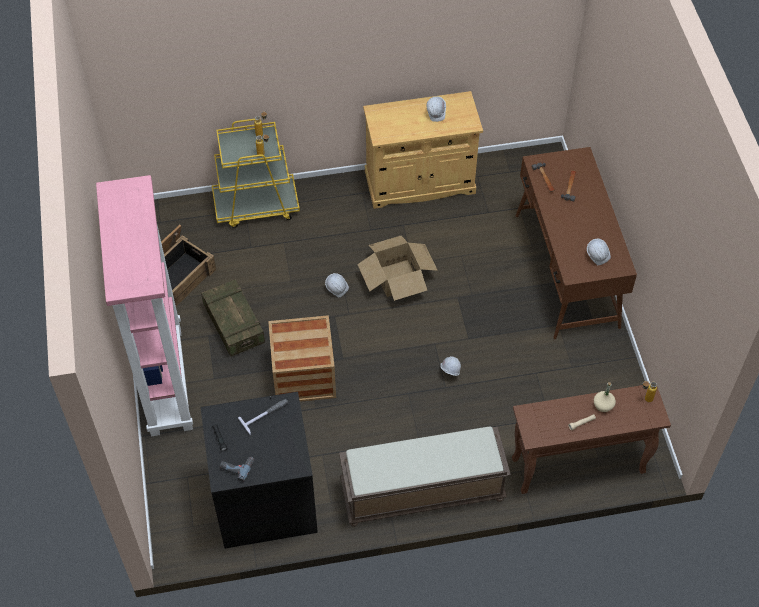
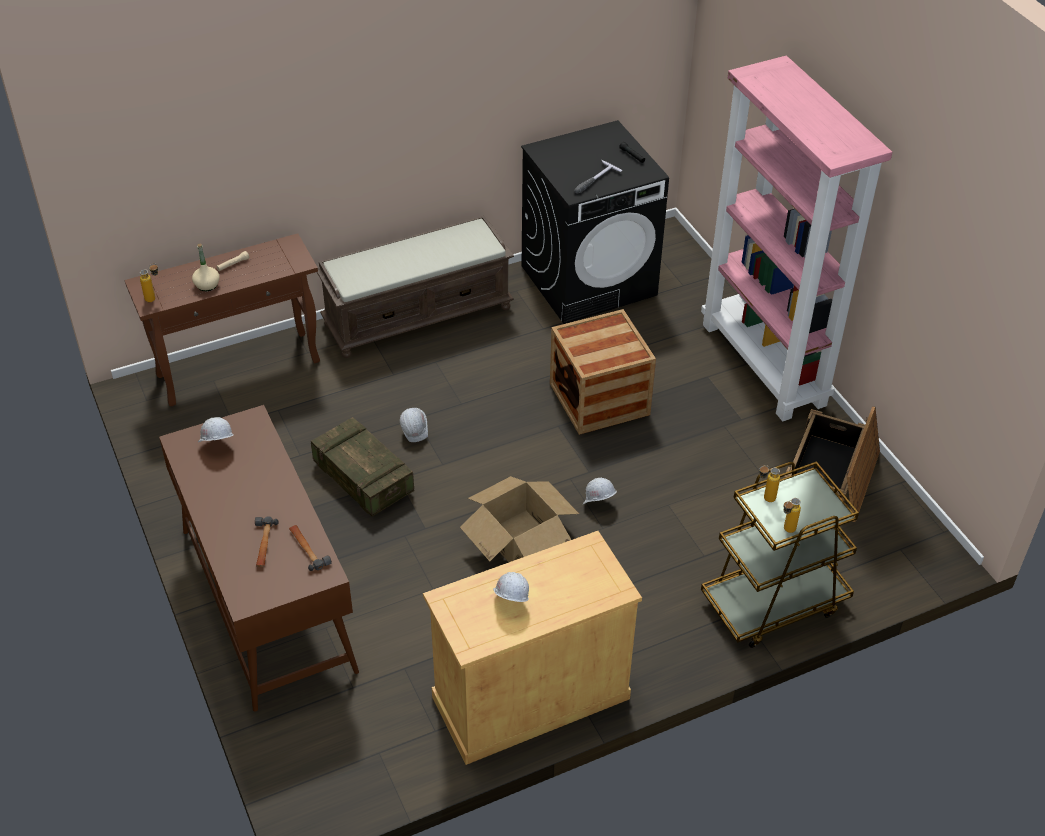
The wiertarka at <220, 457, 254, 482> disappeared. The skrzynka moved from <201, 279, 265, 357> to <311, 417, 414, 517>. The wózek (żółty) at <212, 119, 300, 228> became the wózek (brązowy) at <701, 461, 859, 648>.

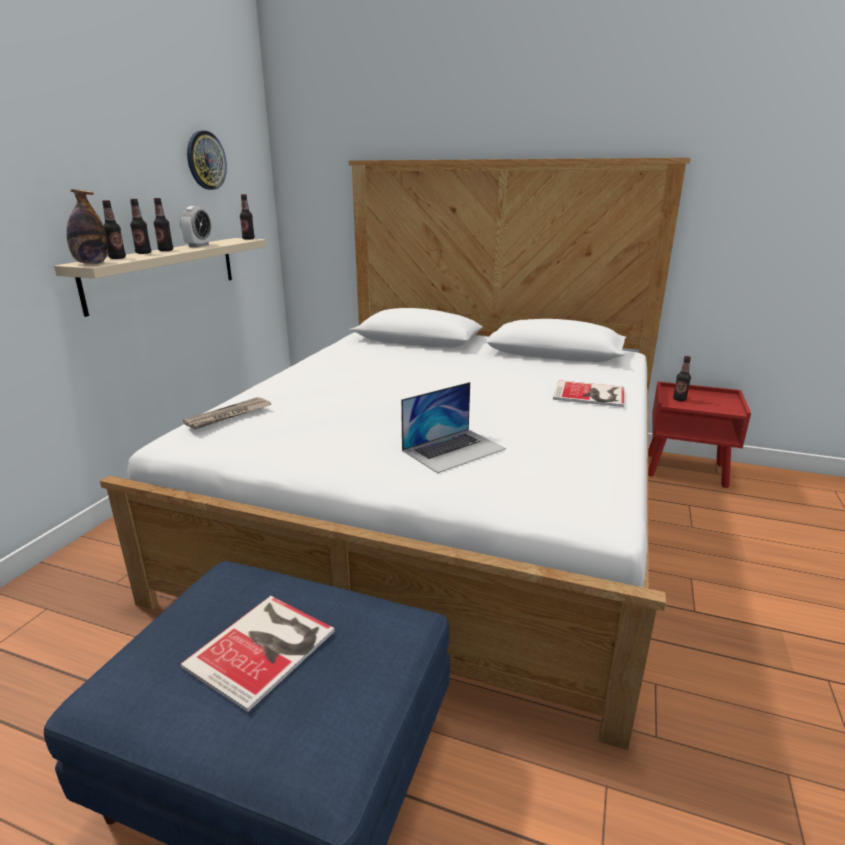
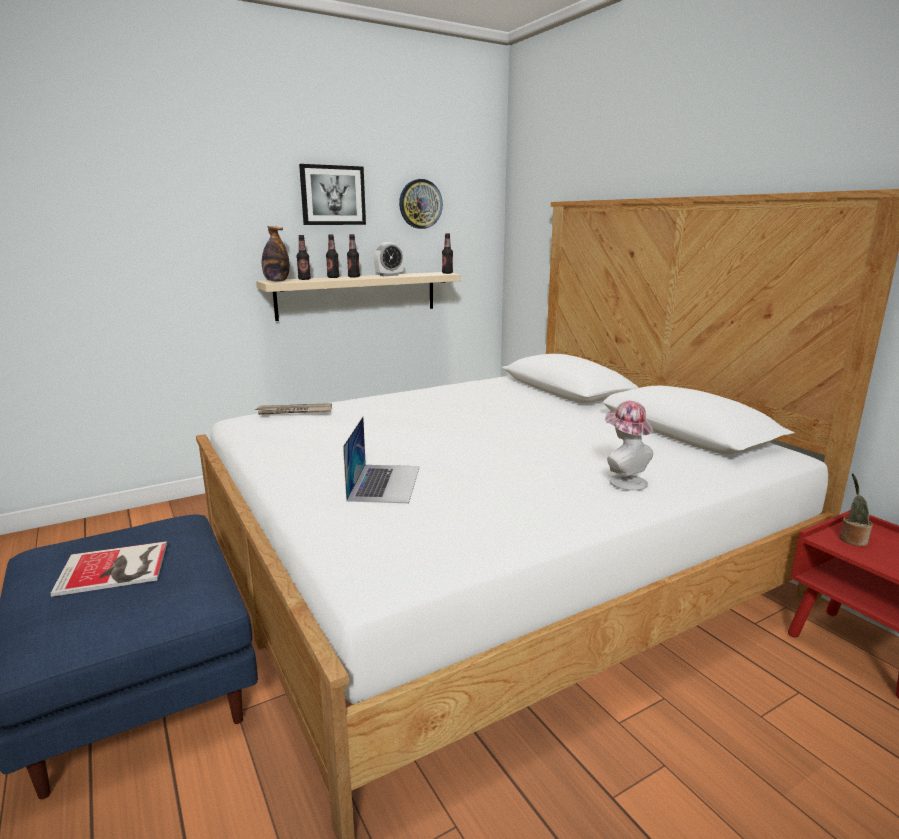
The obraz at <299, 164, 366, 225> appeared. The książka at <553, 380, 624, 407> was replaced by the kapelusz at <605, 401, 653, 491>. The butelka at <673, 356, 691, 401> was replaced by the roślina doniczkowa at <840, 473, 872, 546>. The laptop at <401, 382, 506, 473> turned 90 degrees counterclockwise.

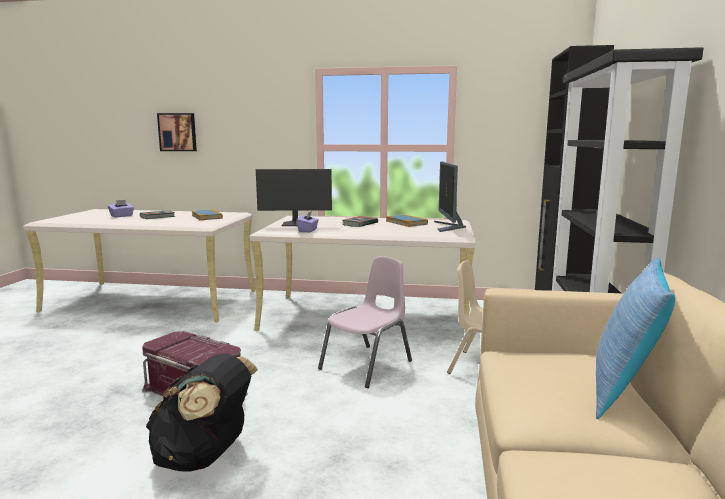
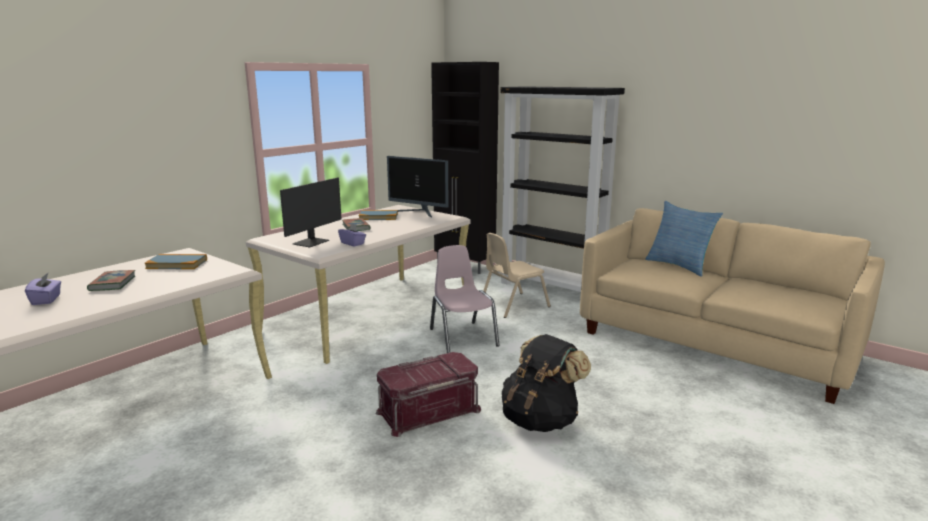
The obraz at <157, 113, 197, 151> disappeared.

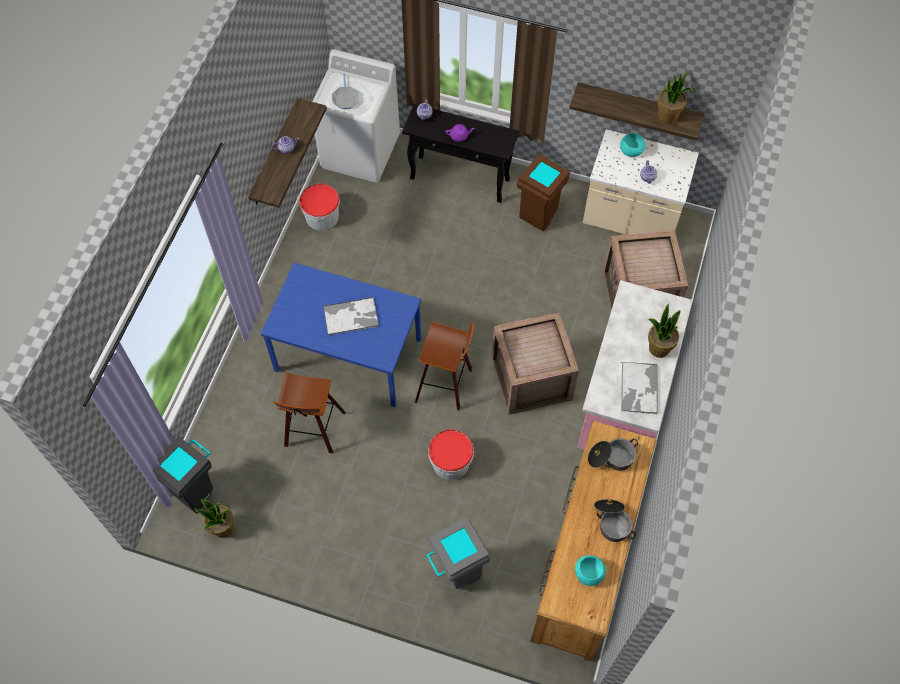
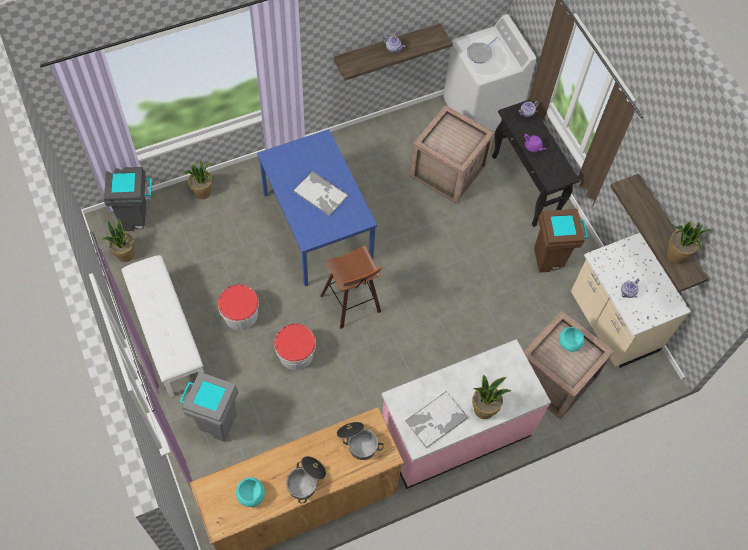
The stołek at <273, 373, 346, 454> disappeared. The ławka (biały) at <122, 255, 204, 397> appeared. The roślina doniczkowa at <183, 161, 213, 199> appeared. The wiadro moved from <300, 183, 340, 230> to <218, 284, 259, 330>. The skrzynka moved from <492, 312, 579, 414> to <410, 105, 495, 204>. The miska (turkusowy) moved from <620, 133, 645, 157> to <559, 327, 584, 352>.

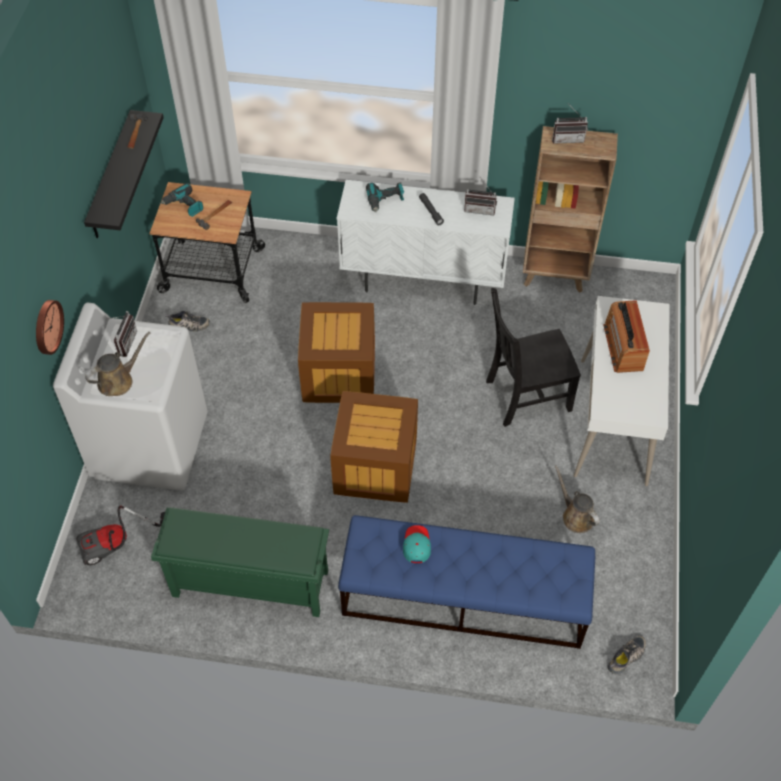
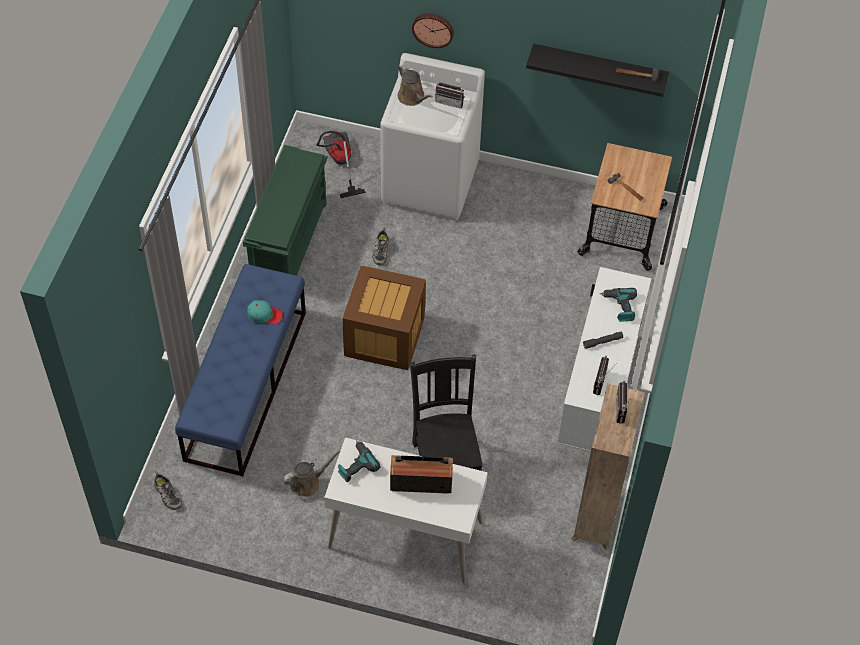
The skrzynka at <298, 302, 375, 403> disappeared. The wiertarka moved from <160, 183, 203, 217> to <338, 440, 381, 482>. The but moved from <165, 311, 210, 332> to <373, 227, 389, 266>.

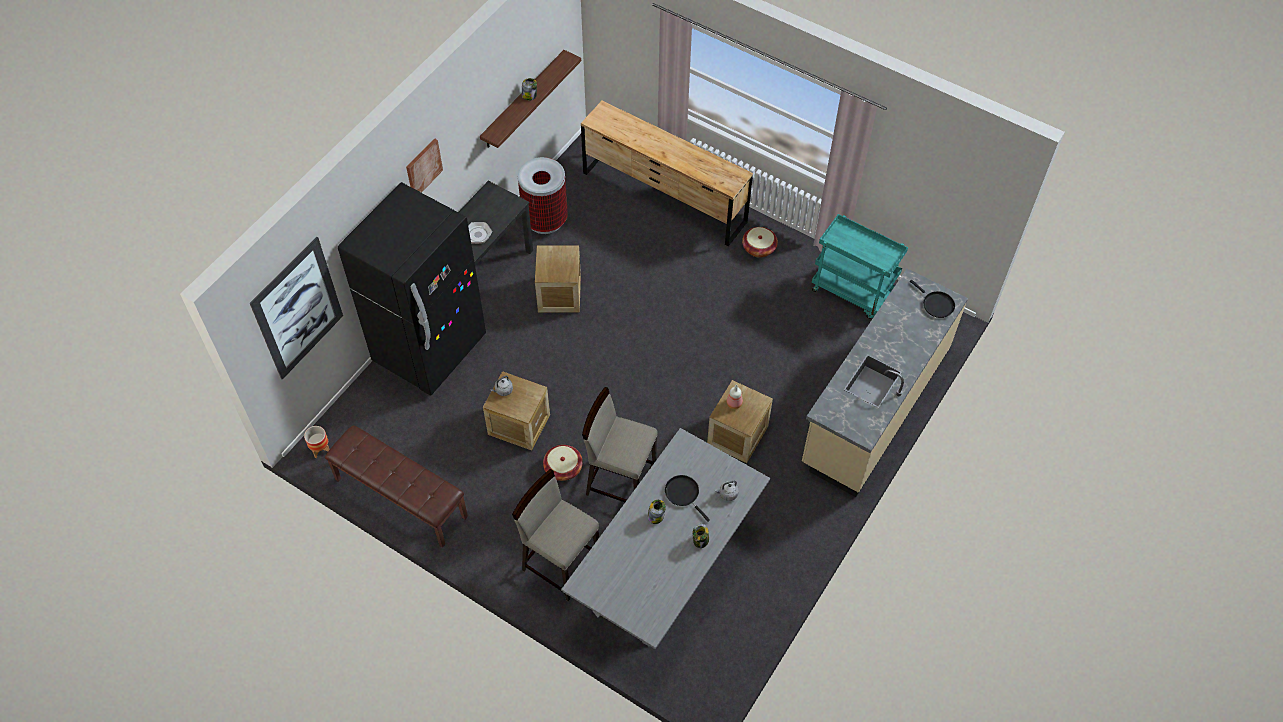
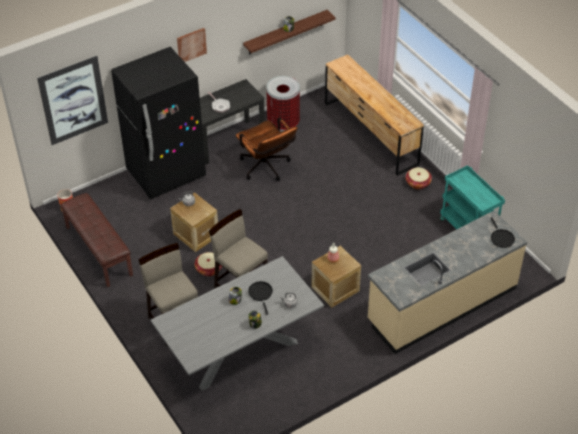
The skrzynka at <535, 245, 581, 313> was replaced by the krzesło biurowe (brązowy) at <235, 117, 298, 181>.

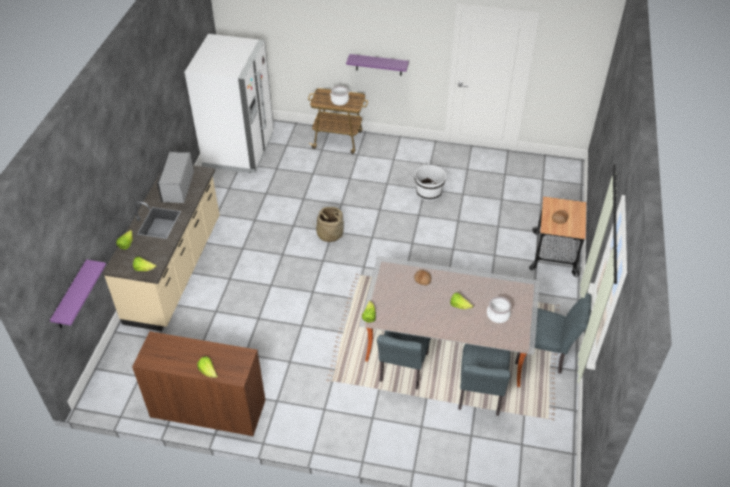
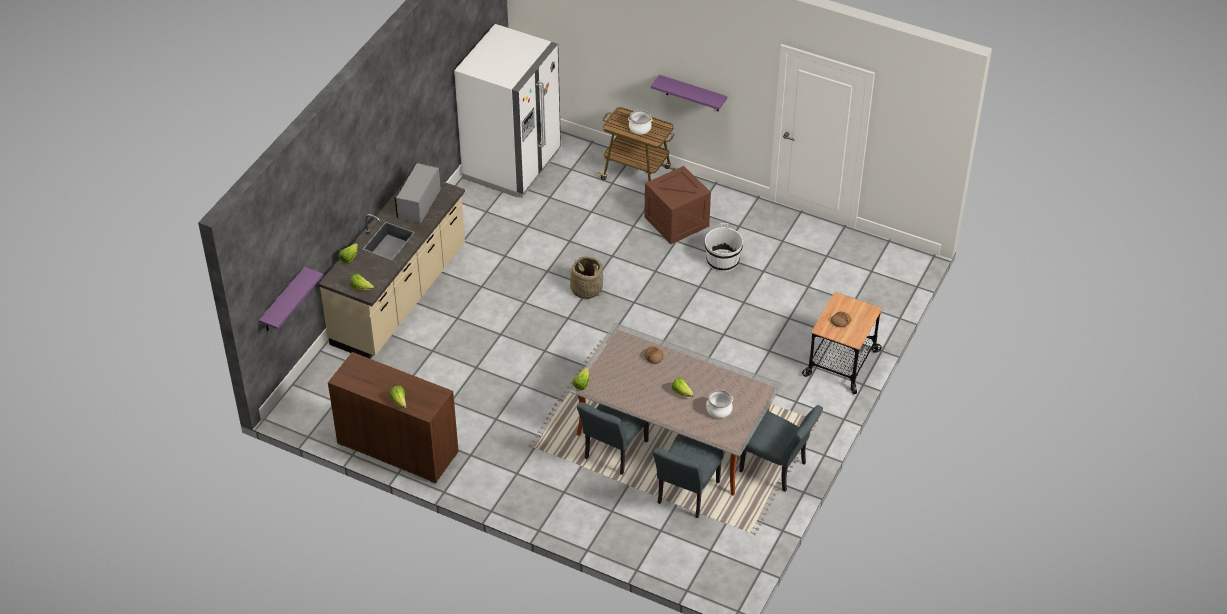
The skrzynka at <644, 166, 711, 244> appeared.

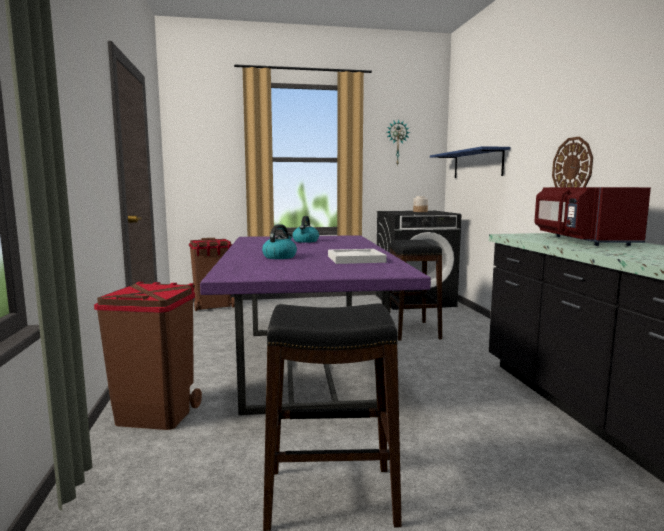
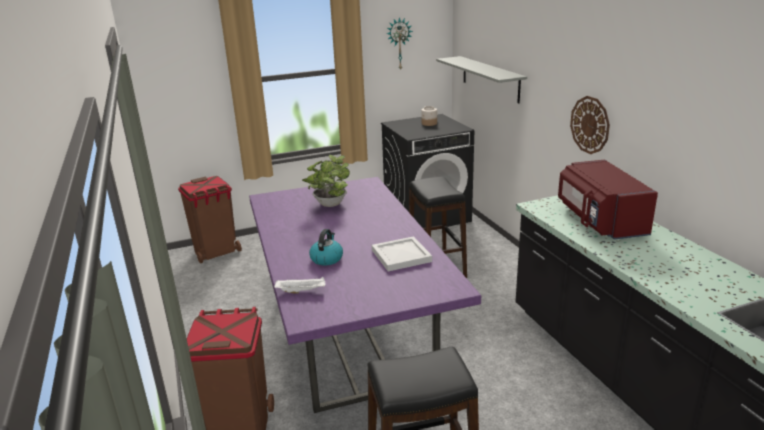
The taca (biały) at <274, 277, 326, 293> appeared. The czajnik at <292, 216, 319, 243> was replaced by the roślina doniczkowa at <302, 155, 350, 207>. The półka (niebieski) at <430, 146, 510, 178> became the półka (szary) at <436, 56, 527, 103>.

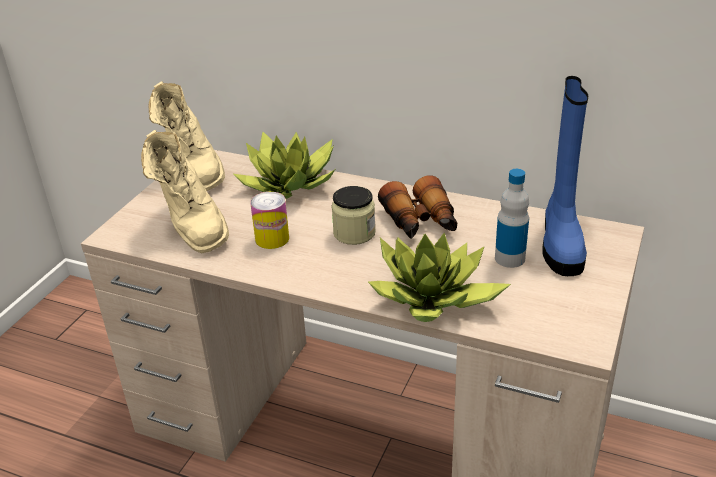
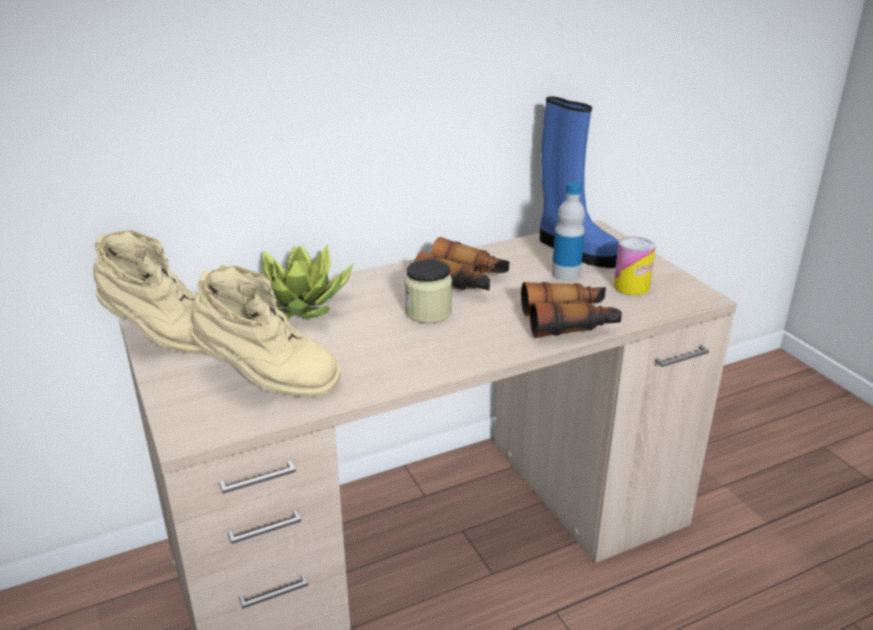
The puszka moved from <250, 192, 289, 249> to <614, 237, 656, 295>. The roślina doniczkowa at <368, 233, 511, 322> was replaced by the lornetka at <521, 282, 622, 338>.

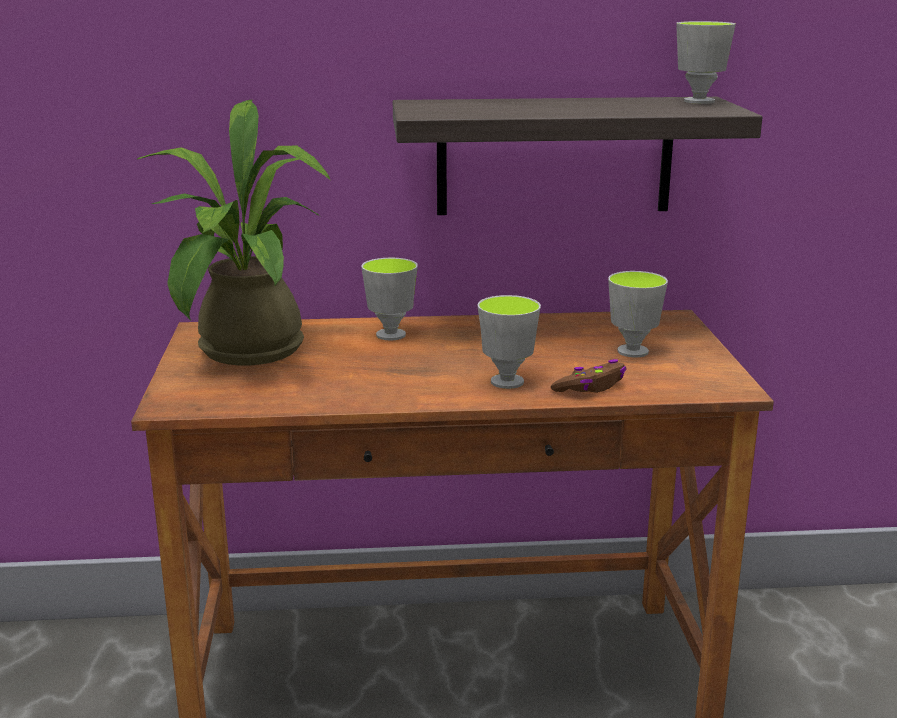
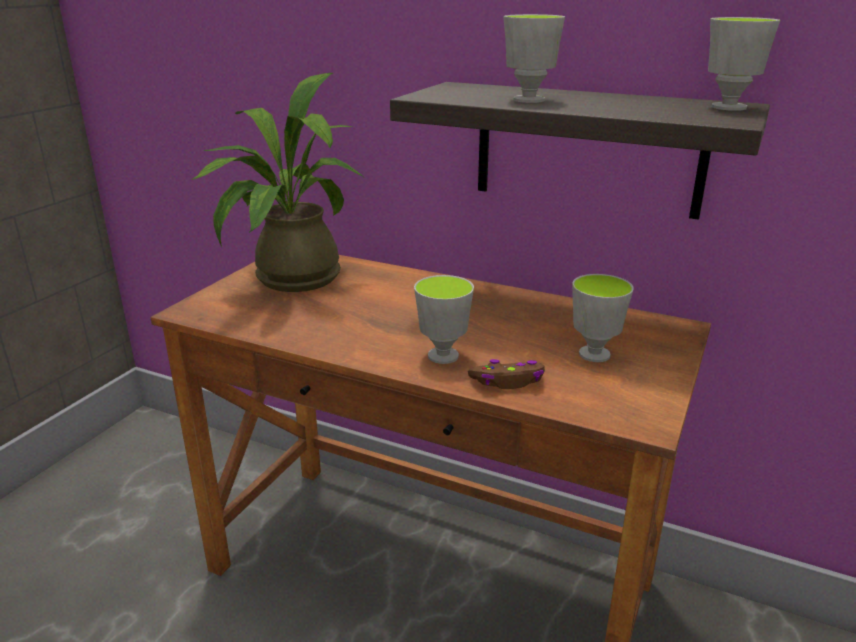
The filiżanka moved from <361, 258, 418, 340> to <503, 14, 565, 103>.

